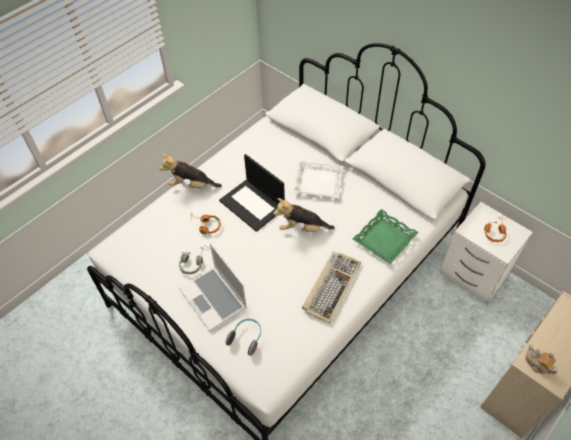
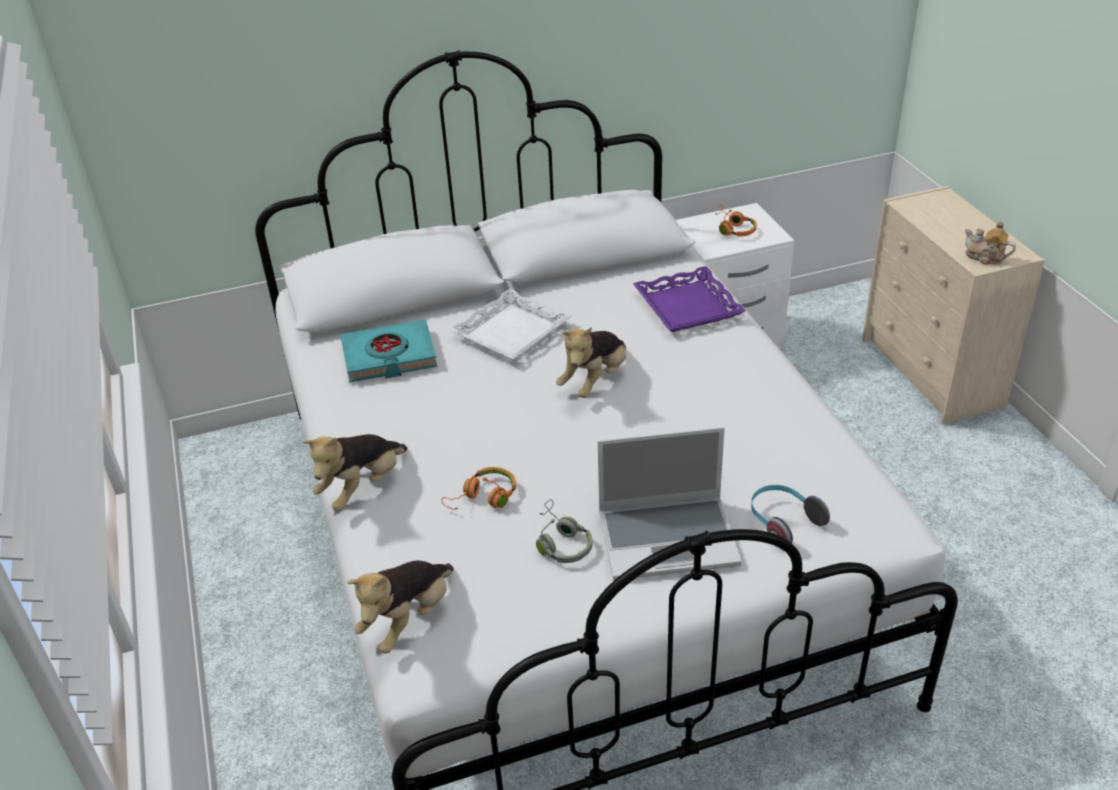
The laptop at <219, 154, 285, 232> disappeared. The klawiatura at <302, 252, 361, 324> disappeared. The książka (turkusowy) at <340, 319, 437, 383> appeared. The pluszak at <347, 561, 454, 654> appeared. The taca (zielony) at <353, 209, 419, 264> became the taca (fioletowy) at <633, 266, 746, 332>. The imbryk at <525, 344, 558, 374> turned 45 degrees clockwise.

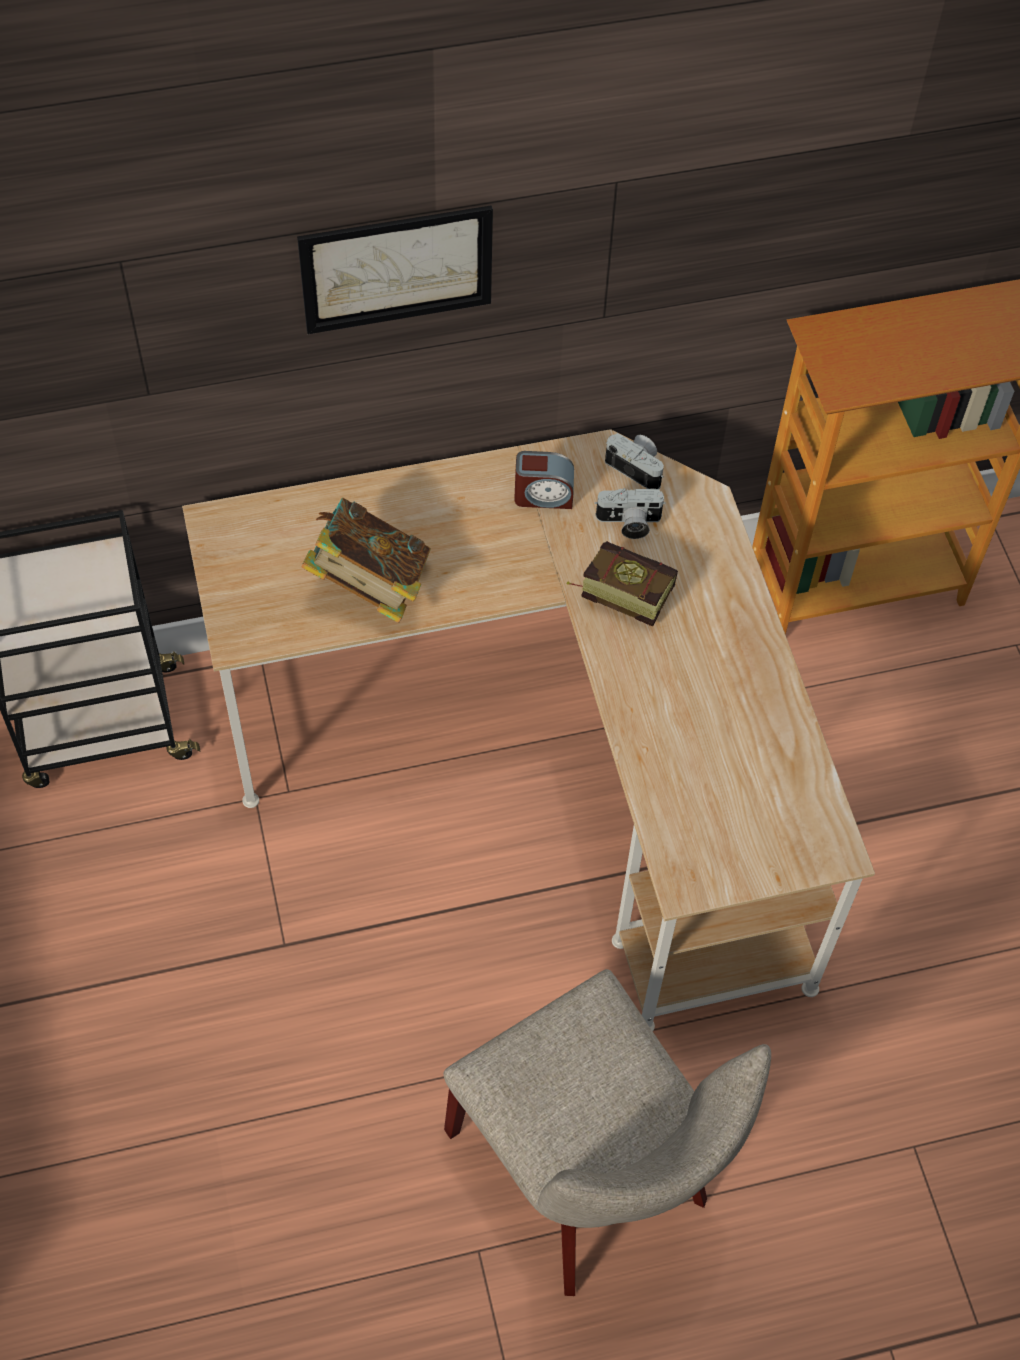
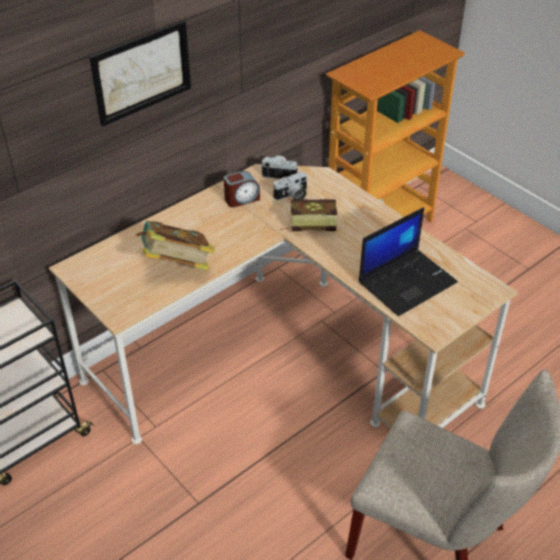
The laptop at <359, 207, 458, 316> appeared.

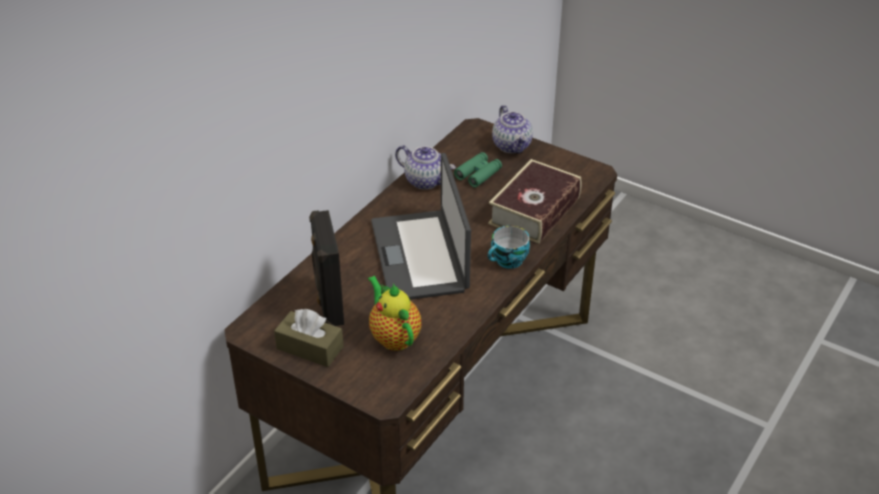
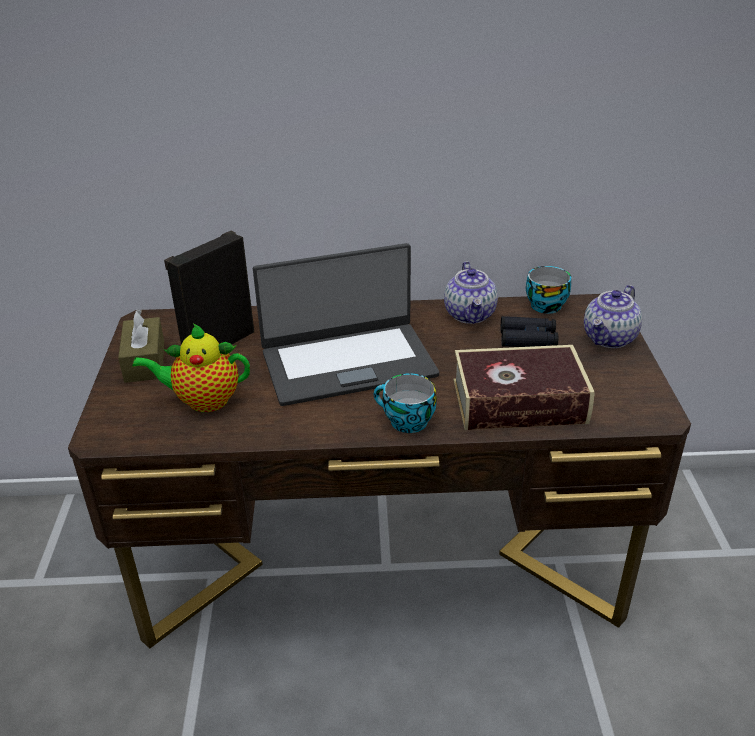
The filiżanka at <526, 266, 571, 314> appeared. The lornetka (zielony) at <454, 152, 502, 187> became the lornetka (czarny) at <501, 316, 558, 347>. The imbryk at <368, 276, 421, 351> turned 120 degrees counterclockwise. The laptop at <371, 153, 471, 300> turned 150 degrees counterclockwise.

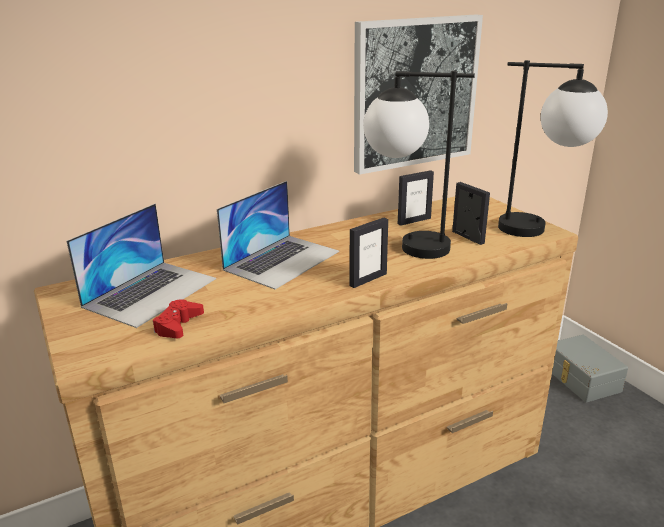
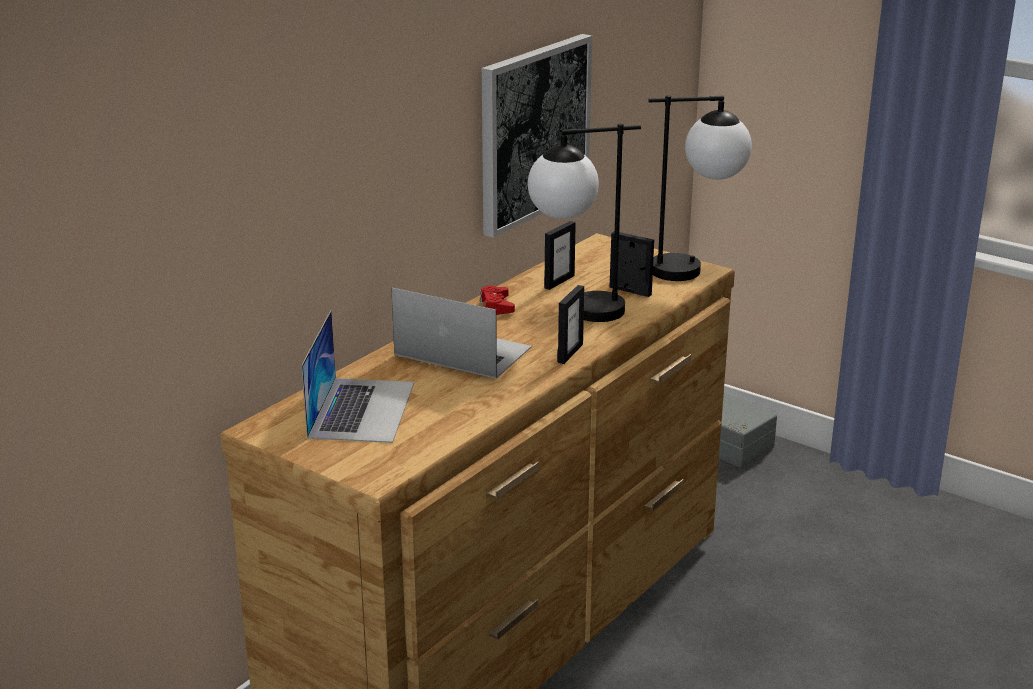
The pad do gier (czerwony) moved from <153, 299, 204, 338> to <480, 286, 515, 315>. The laptop at <217, 181, 339, 289> turned 75 degrees counterclockwise.

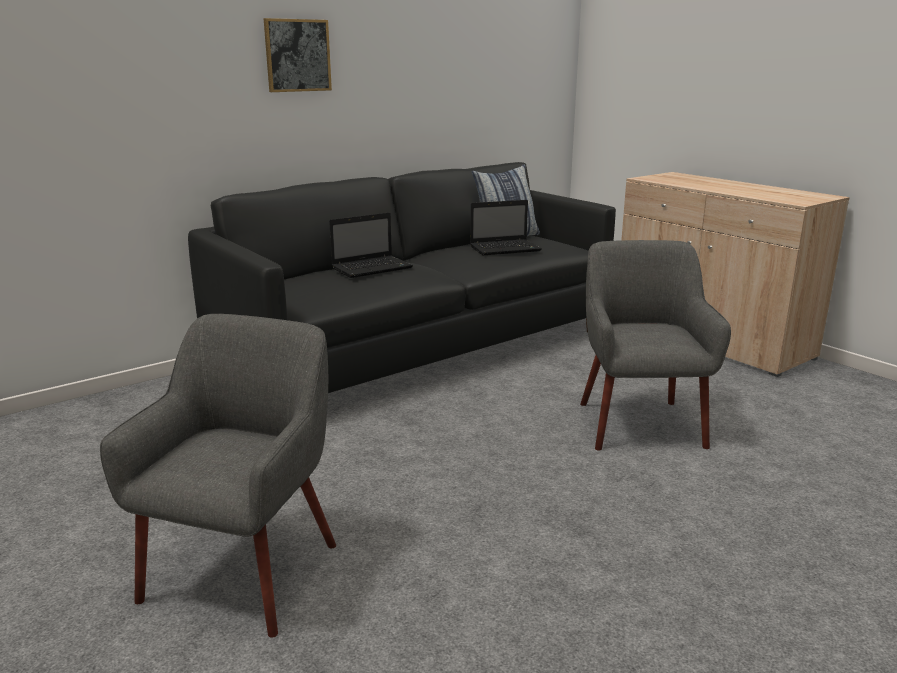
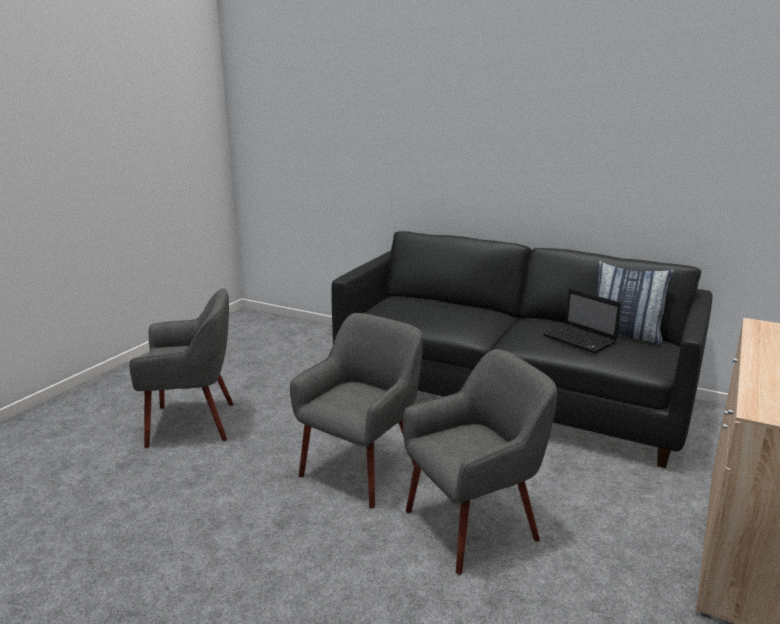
The obraz at <264, 18, 332, 92> disappeared. The laptop at <329, 212, 413, 278> disappeared. The fotel (szary) at <290, 313, 423, 509> appeared.

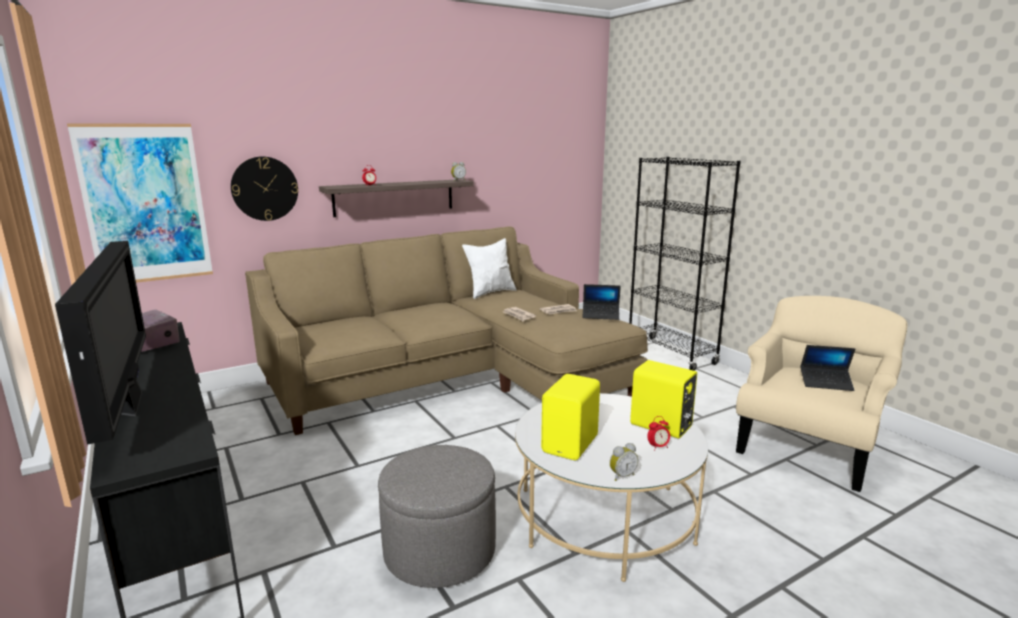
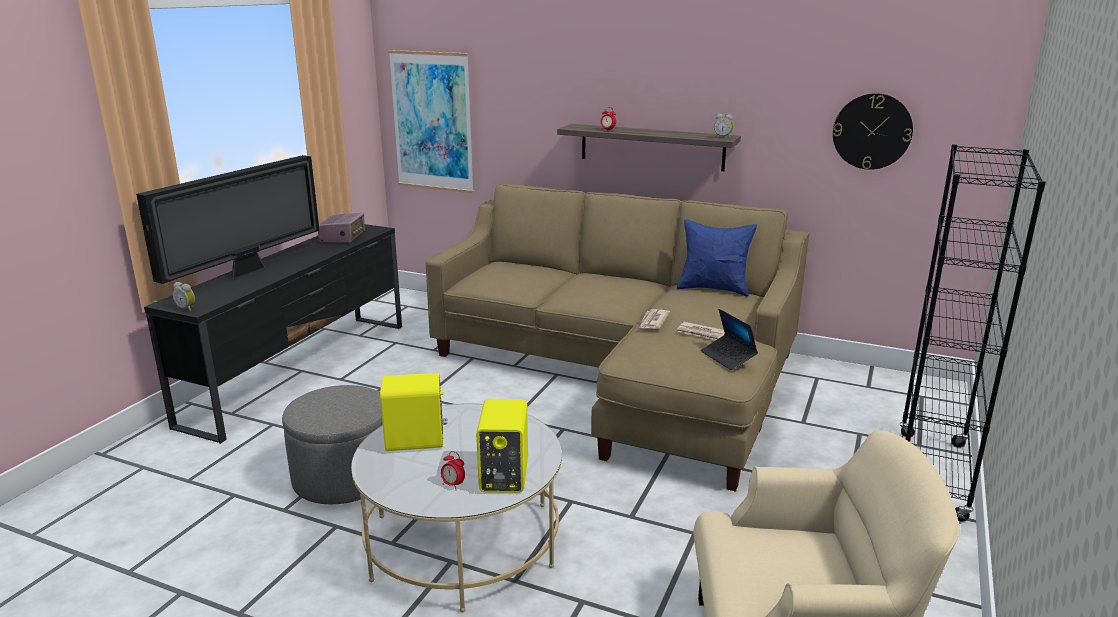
The laptop at <800, 345, 855, 391> disappeared. The zegar ścienny moved from <231, 156, 298, 221> to <833, 93, 913, 170>. The budzik moved from <610, 443, 638, 481> to <172, 282, 195, 312>. The poduszka (biały) at <462, 238, 517, 299> became the poduszka (niebieski) at <677, 219, 757, 297>.

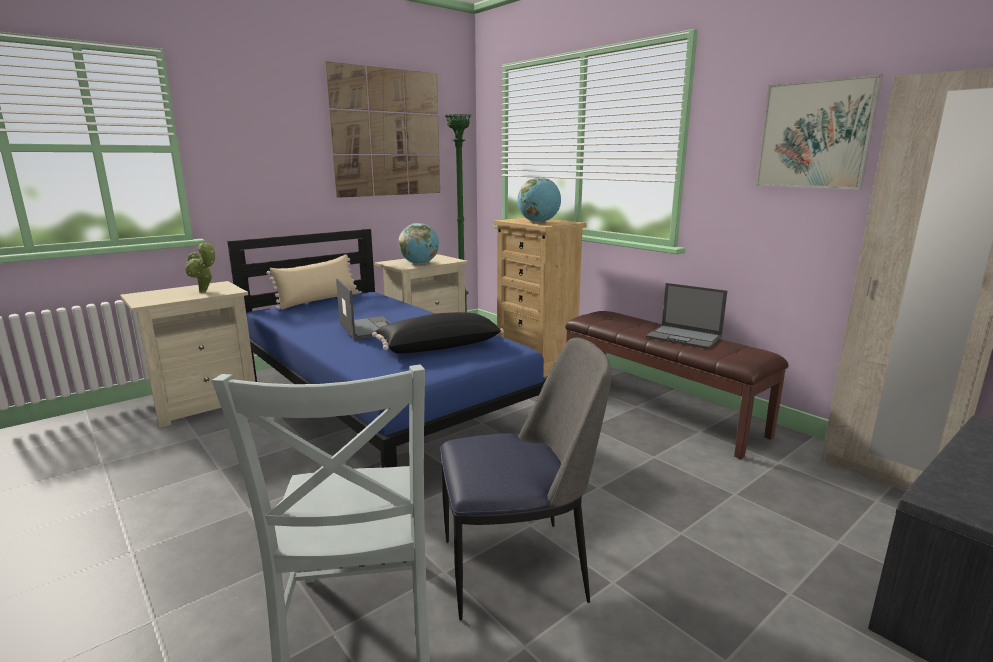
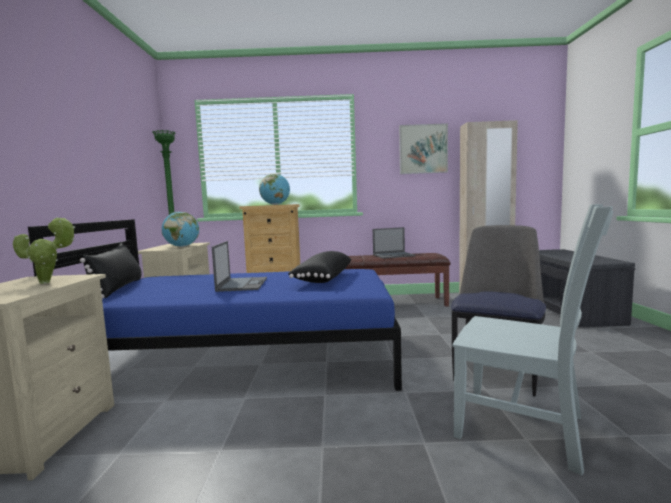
The obraz at <325, 61, 440, 198> disappeared. The poduszka (beżowy) at <266, 255, 359, 310> became the poduszka (czarny) at <80, 243, 142, 299>. The laptop at <336, 278, 391, 340> turned 75 degrees clockwise.

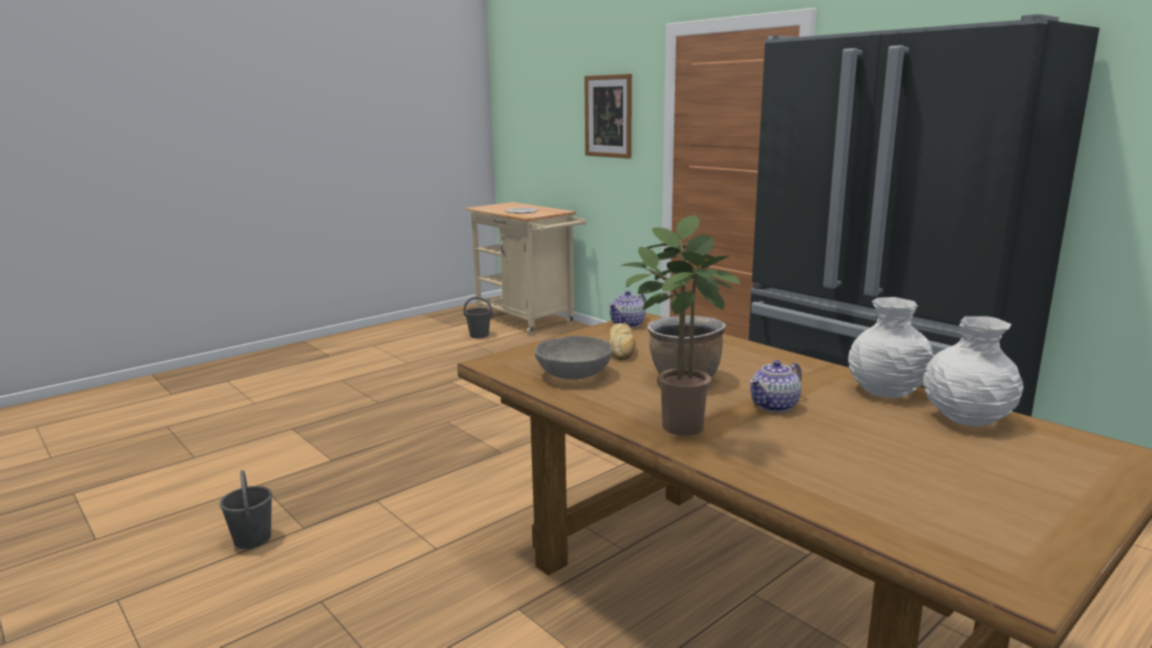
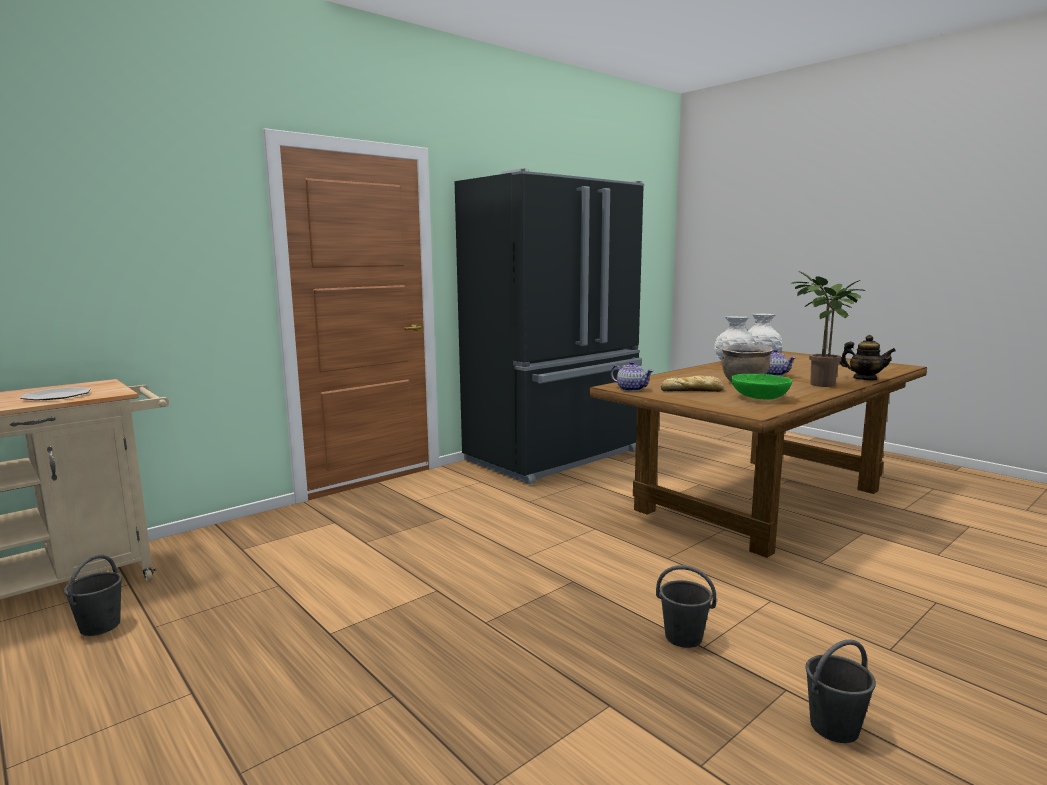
The obraz at <584, 74, 632, 159> disappeared. The wiadro (szary) at <656, 565, 716, 648> appeared. The imbryk at <839, 335, 896, 380> appeared. The miska (szary) at <535, 336, 613, 379> became the miska (zielony) at <731, 374, 792, 400>.

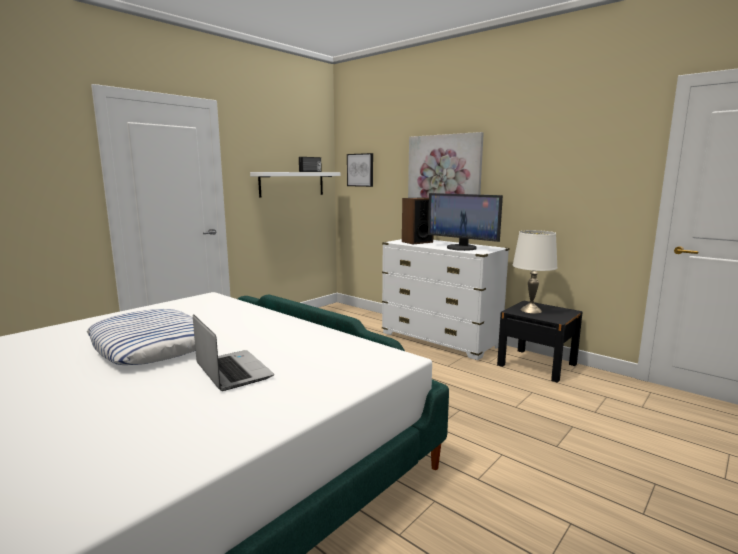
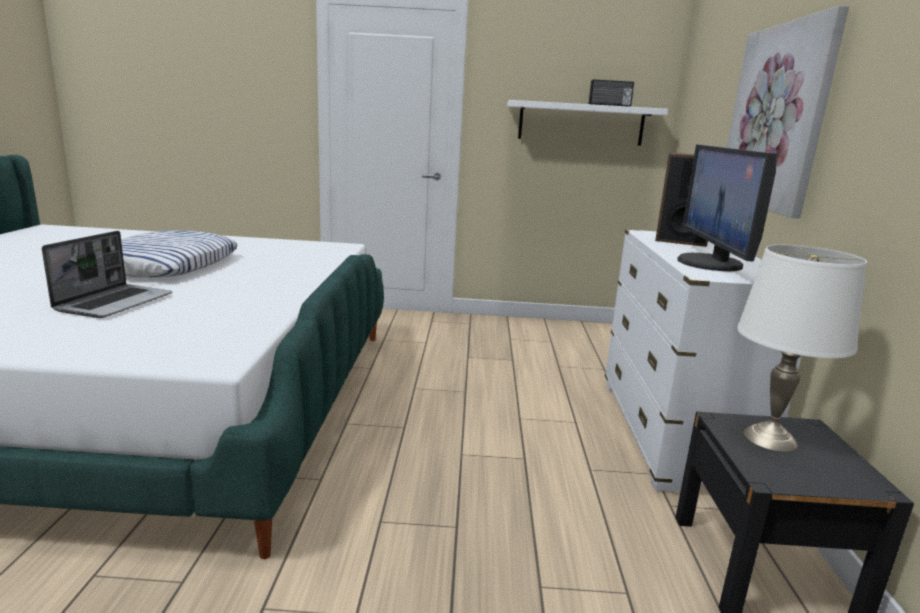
The obraz at <347, 153, 373, 187> disappeared.

